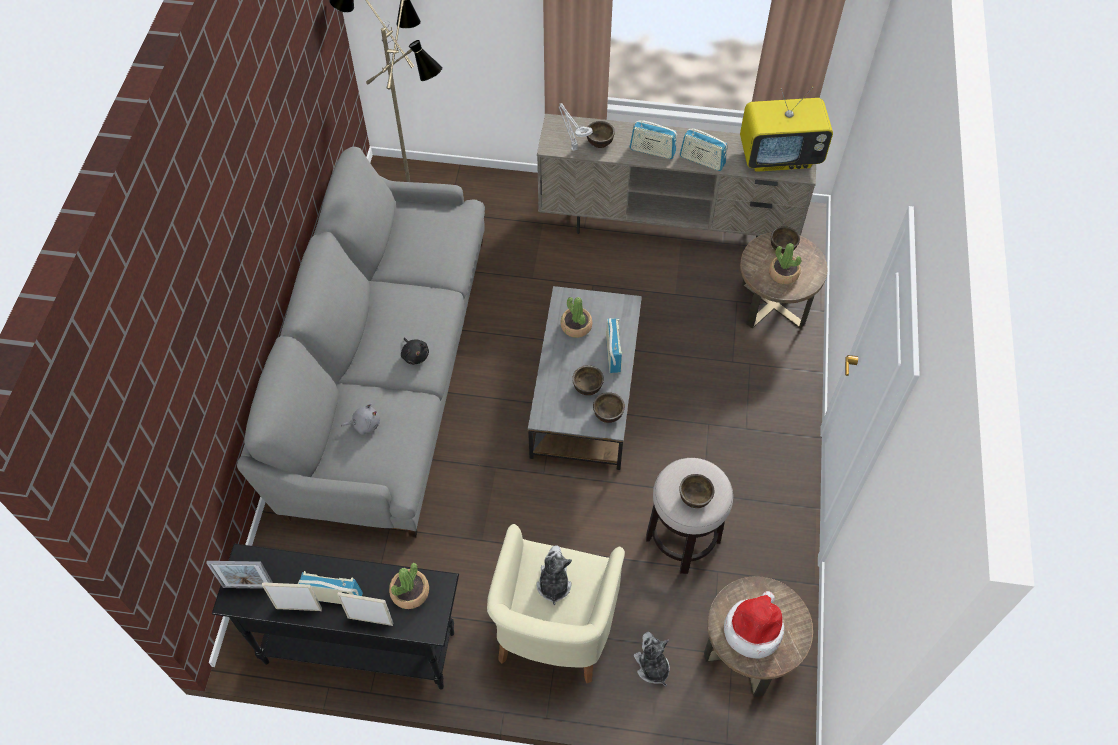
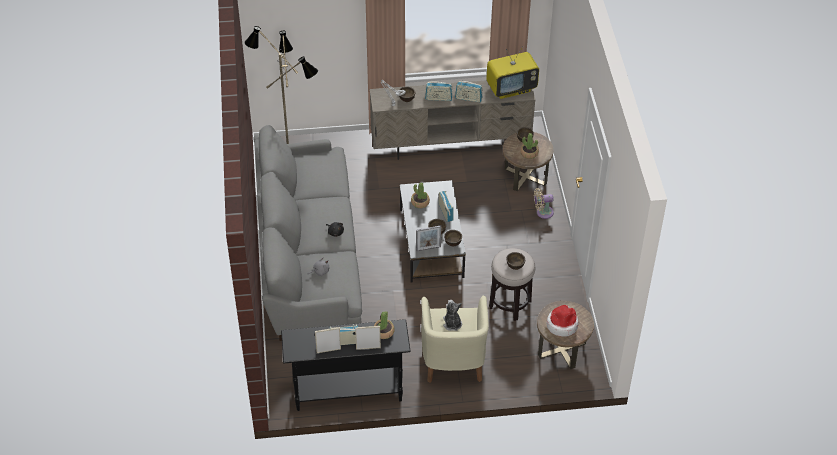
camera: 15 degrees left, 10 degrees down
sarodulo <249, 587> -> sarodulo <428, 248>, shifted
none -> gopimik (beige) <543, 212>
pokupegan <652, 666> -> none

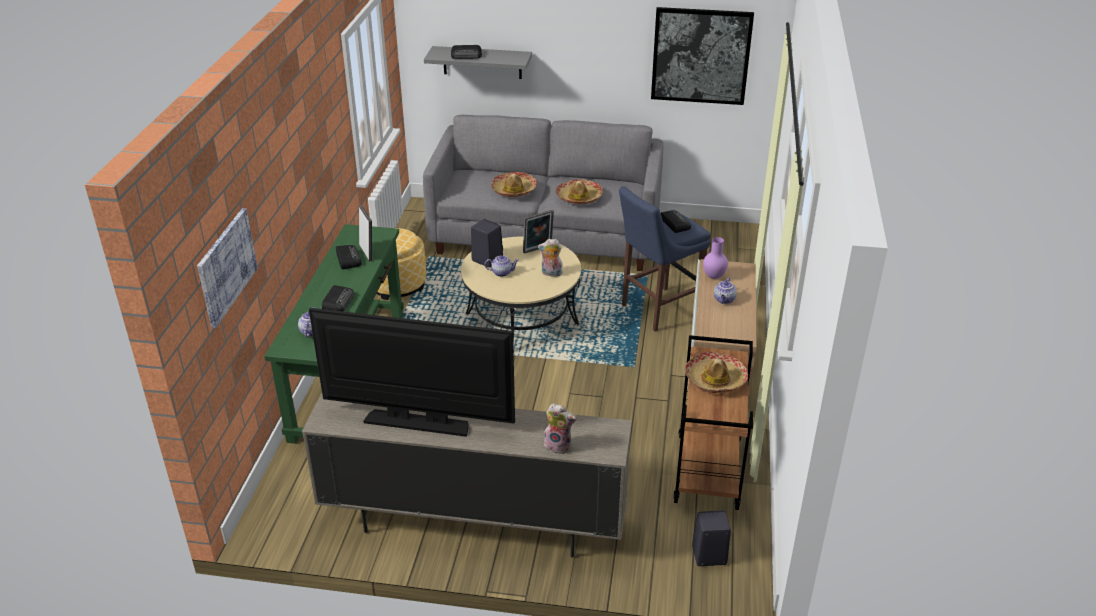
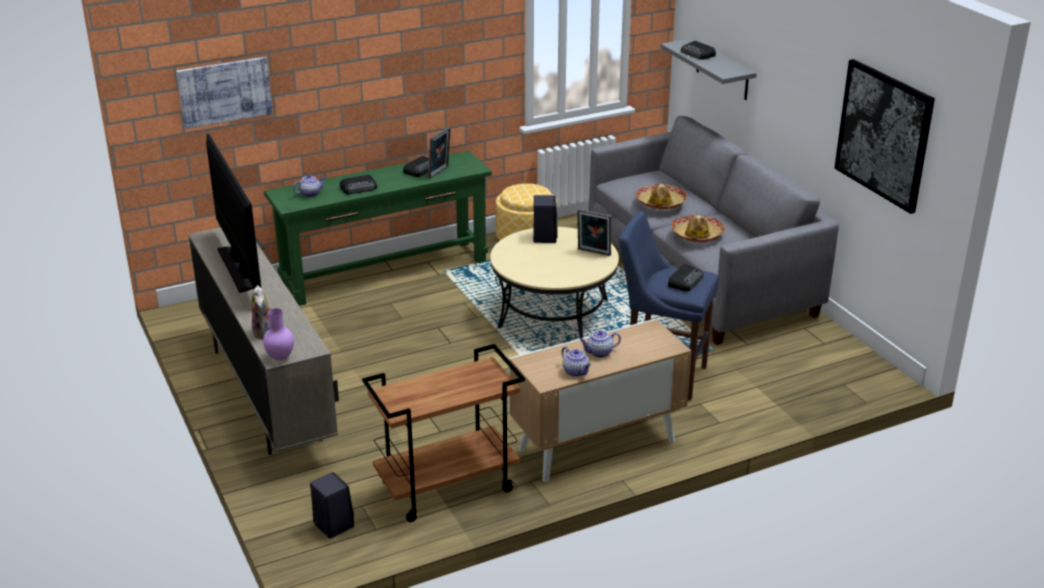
camera: 55 degrees right, 5 degrees down
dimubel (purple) <714, 276> -> dimubel (purple) <280, 358>, shifted
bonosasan <502, 272> -> bonosasan <576, 372>, shifted
pokupegan <551, 274> -> none
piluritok <715, 379> -> none

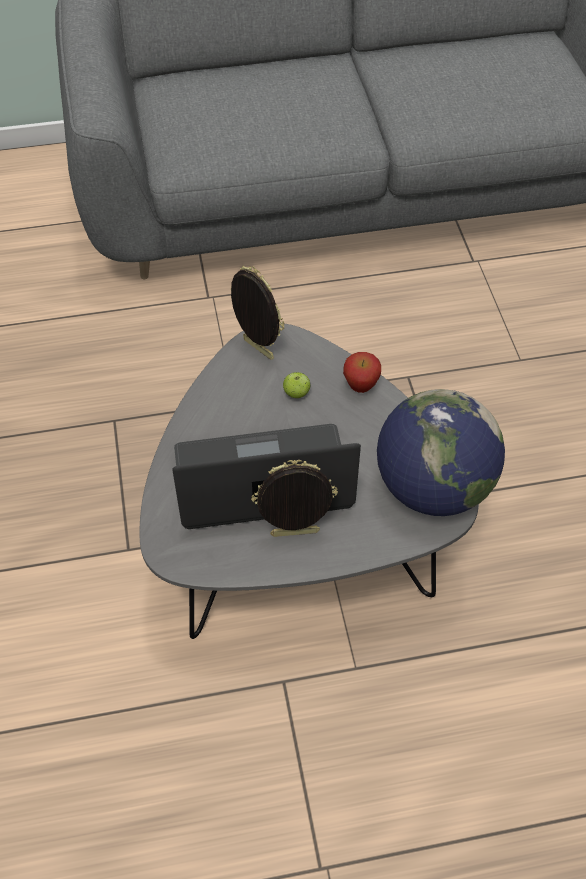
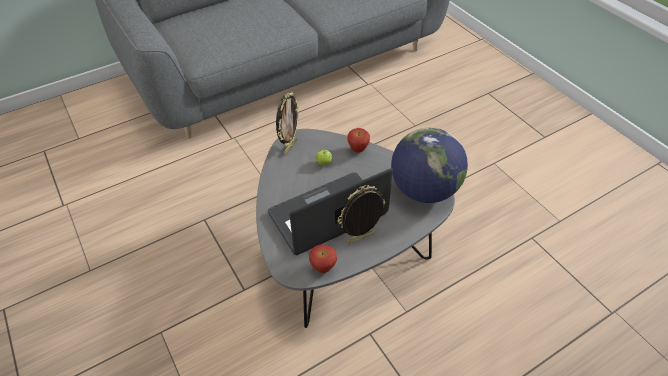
camera: 20 degrees left, 5 degrees down
sarodulo <256, 350> -> sarodulo <290, 146>, 90 degrees clockwise
none -> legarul <323, 268>

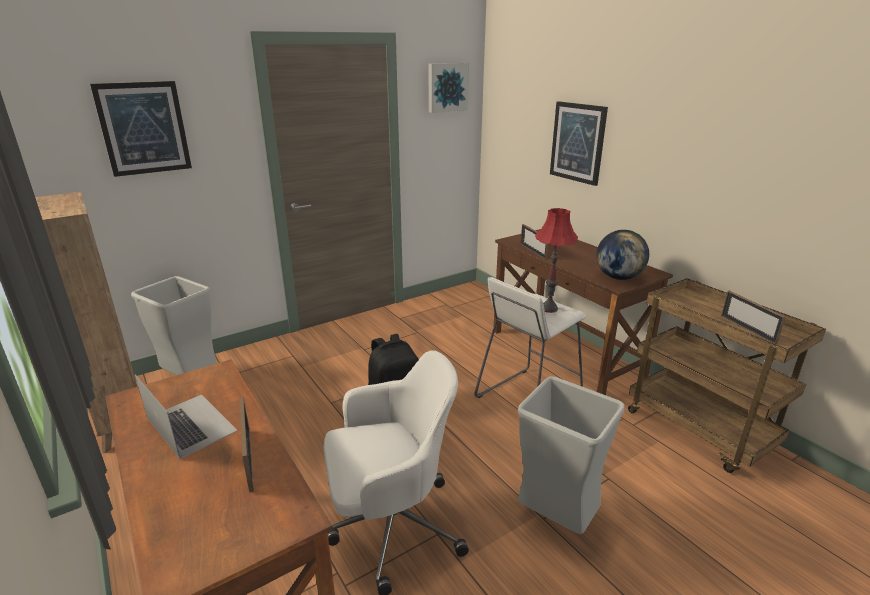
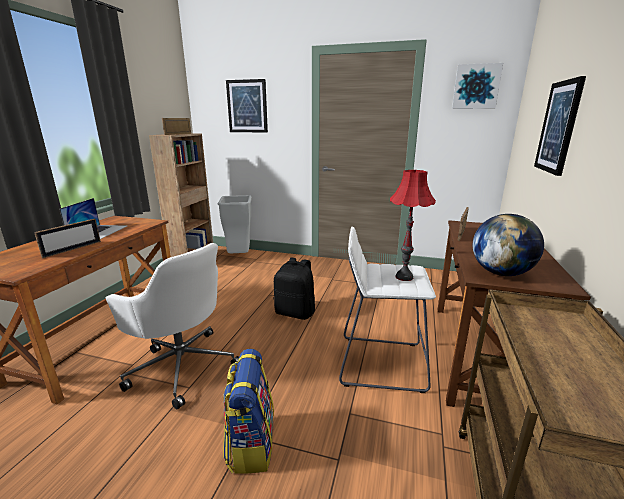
camera: 50 degrees right, 5 degrees down
sarodulo <747, 329> -> sarodulo <178, 134>, shifted
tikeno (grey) <555, 520> -> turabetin <250, 444>

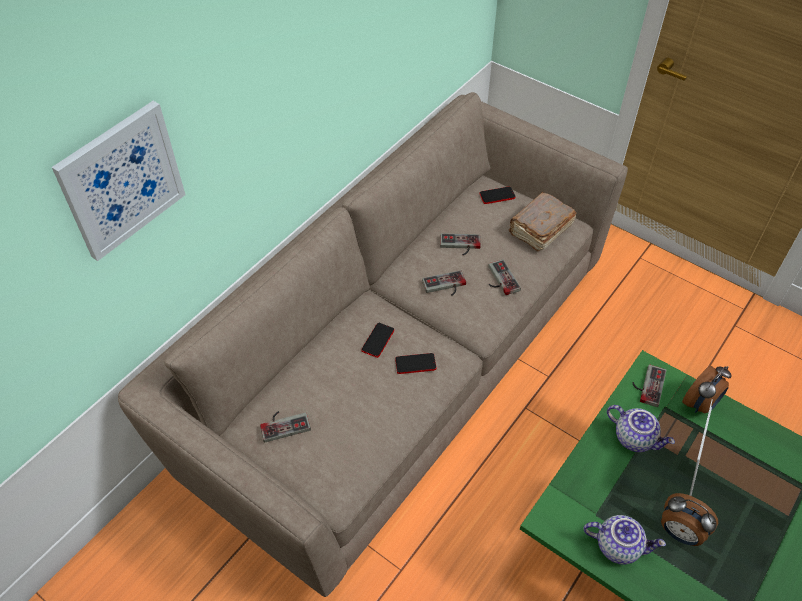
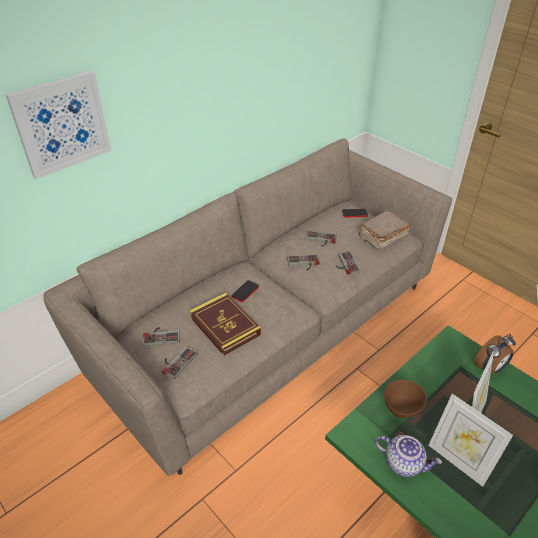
camera: 10 degrees right, 10 degrees down
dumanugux <647, 385> -> dumanugux <176, 361>, shifted
none -> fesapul <225, 326>
none -> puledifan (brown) <401, 409>
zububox <679, 532> -> sarodulo <458, 461>
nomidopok <415, 364> -> none
bonosasan <635, 437> -> none

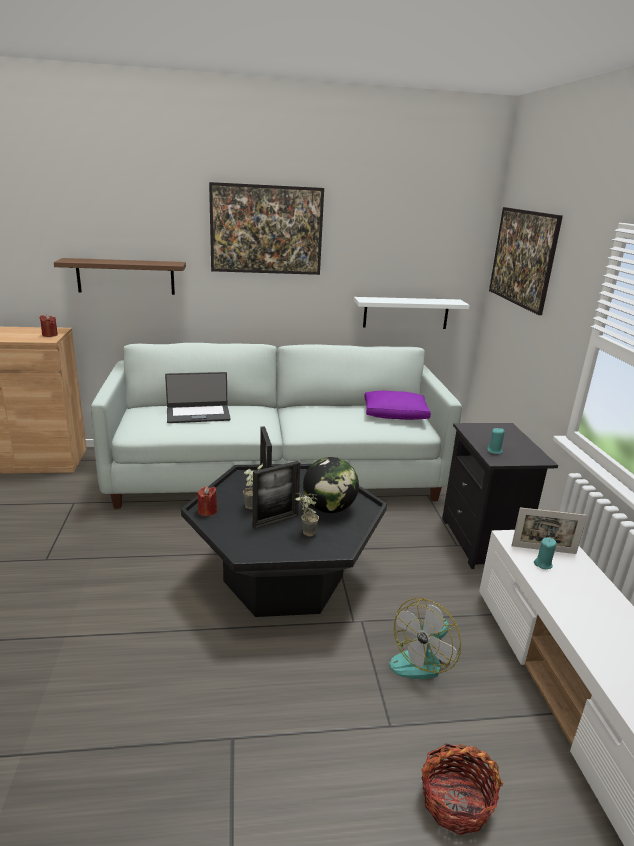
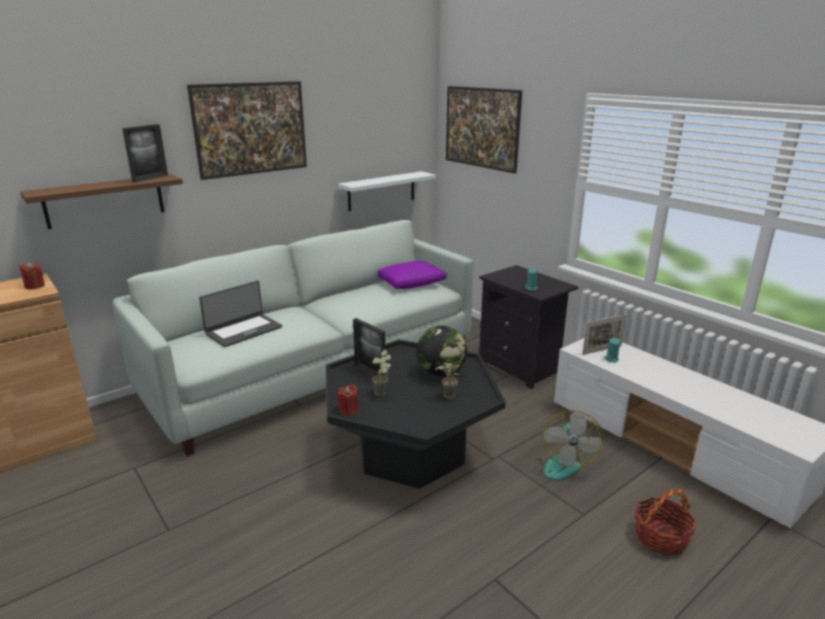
camera: 30 degrees left, 0 degrees up
sarodulo <275, 521> -> sarodulo <150, 178>, shifted

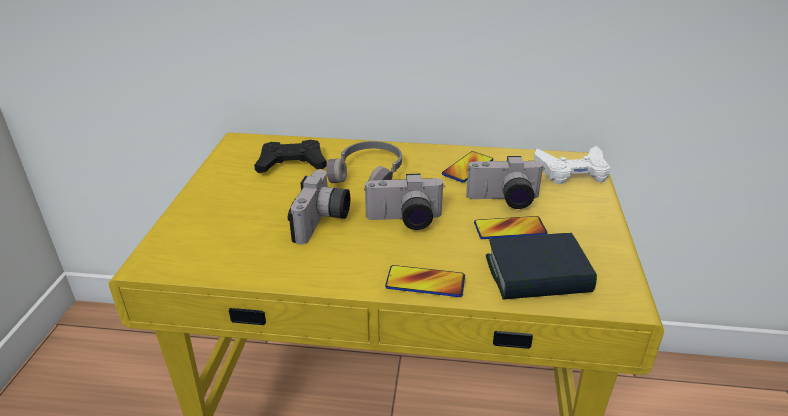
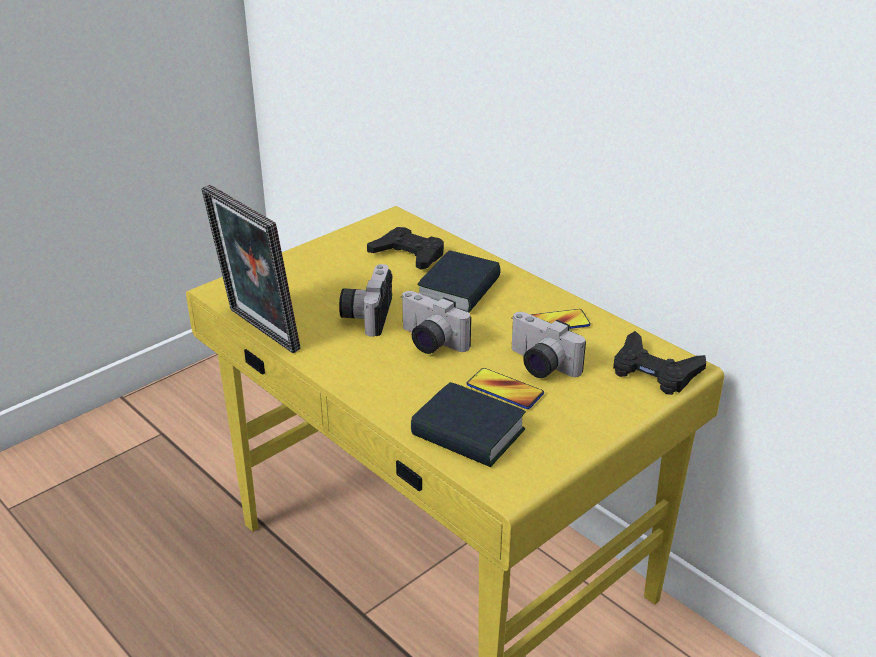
camera: 40 degrees right, 0 degrees up
none -> sarodulo <258, 332>
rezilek <323, 222> -> rezilek <366, 314>, 135 degrees clockwise
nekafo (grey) <369, 173> -> fesapul <459, 290>
dumanugux (white) <572, 171> -> dumanugux (black) <654, 371>
nomidopok <425, 282> -> none

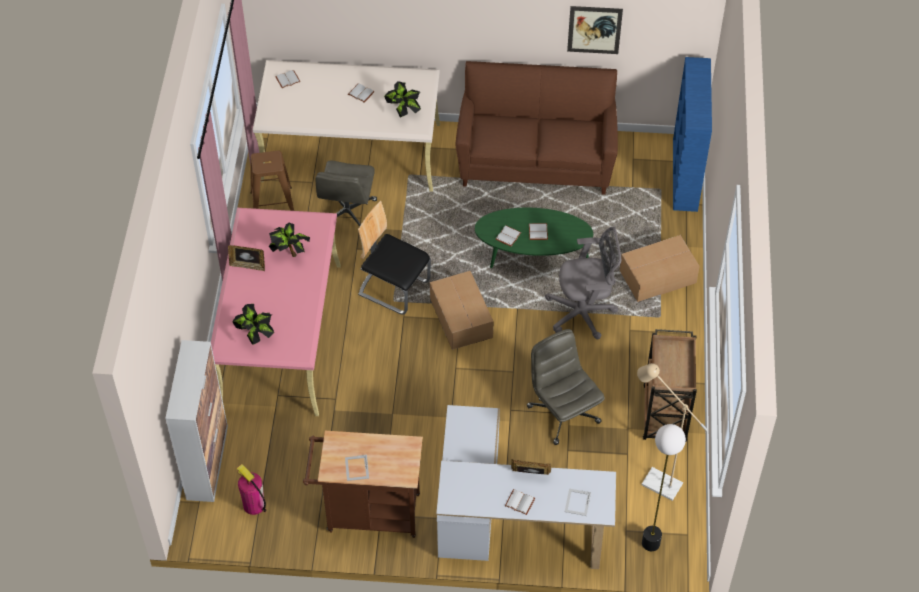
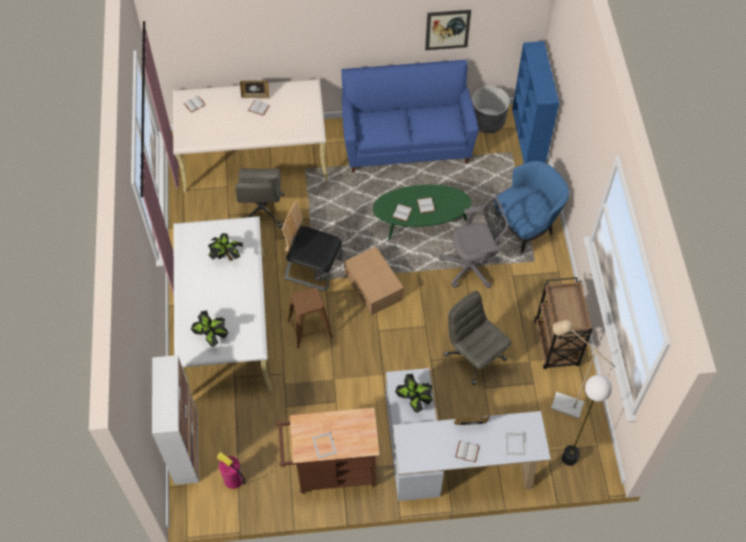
camera: 10 degrees left, 5 degrees up
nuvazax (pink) <281, 334> -> nuvazax (white) <227, 323>
sarodulo <248, 265> -> sarodulo <255, 96>, shifted
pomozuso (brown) <272, 203> -> pomozuso (brown) <310, 329>, shifted
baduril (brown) <536, 160> -> baduril (blue) <406, 142>
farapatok <403, 111> -> farapatok <414, 400>, shifted
none -> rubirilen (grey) <487, 122>
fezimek <659, 276> -> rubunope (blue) <526, 226>

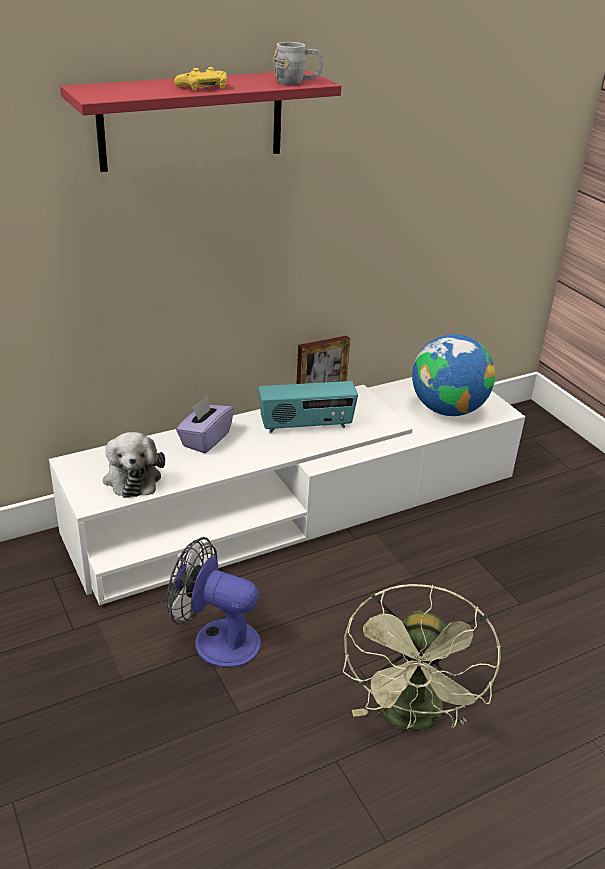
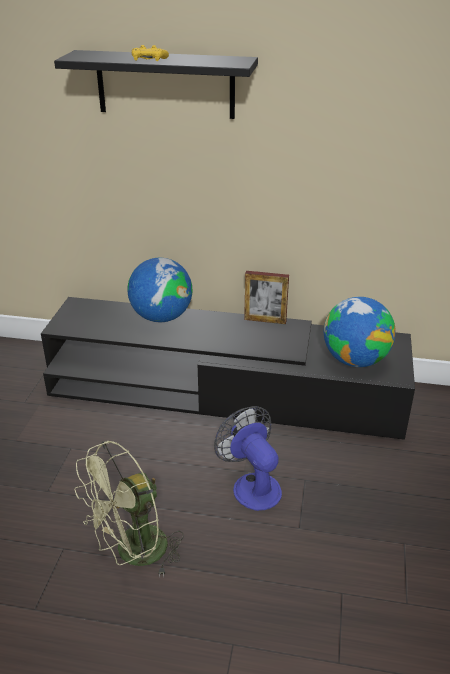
camera: 40 degrees right, 0 degrees up
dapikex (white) <298, 504> -> dapikex (black) <225, 391>
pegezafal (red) <192, 120> -> pegezafal (black) <165, 84>
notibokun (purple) <205, 439> -> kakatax <161, 317>
gopimik <215, 639> -> gopimik <252, 485>, shifted
pokupegan <132, 476> -> none
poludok <306, 426> -> none
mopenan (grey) <297, 82> -> none

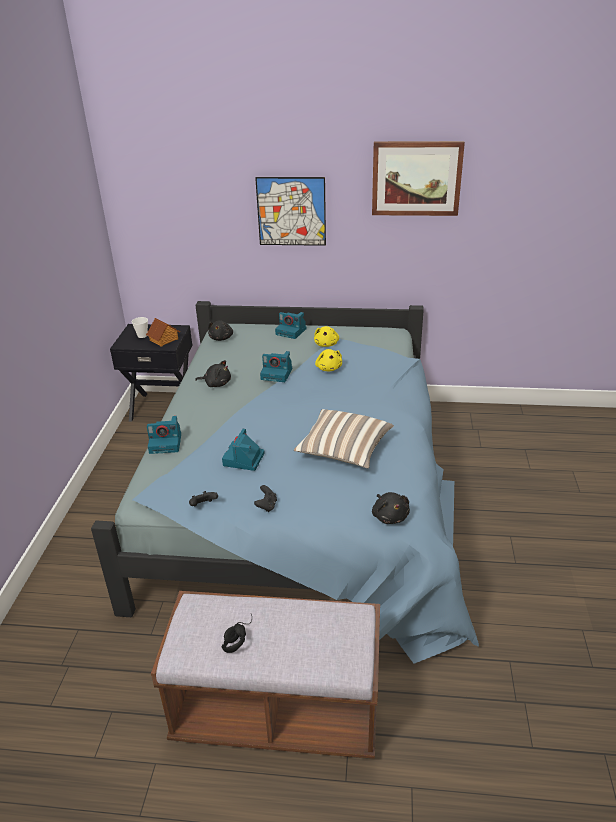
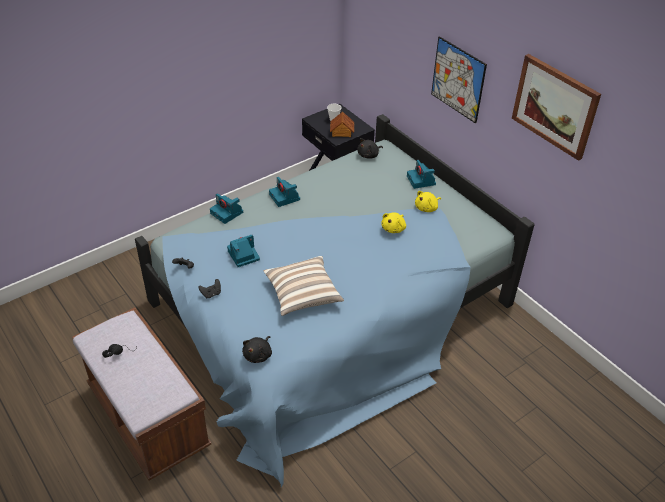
camera: 45 degrees right, 10 degrees up
rezilek <277, 374> -> rezilek <285, 197>, shifted
pokupegan (black) <216, 384> -> none

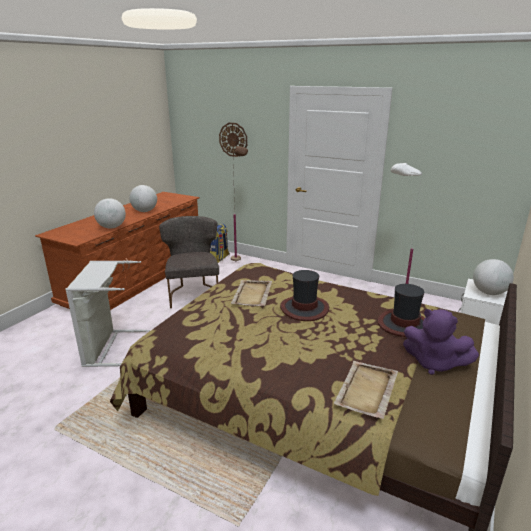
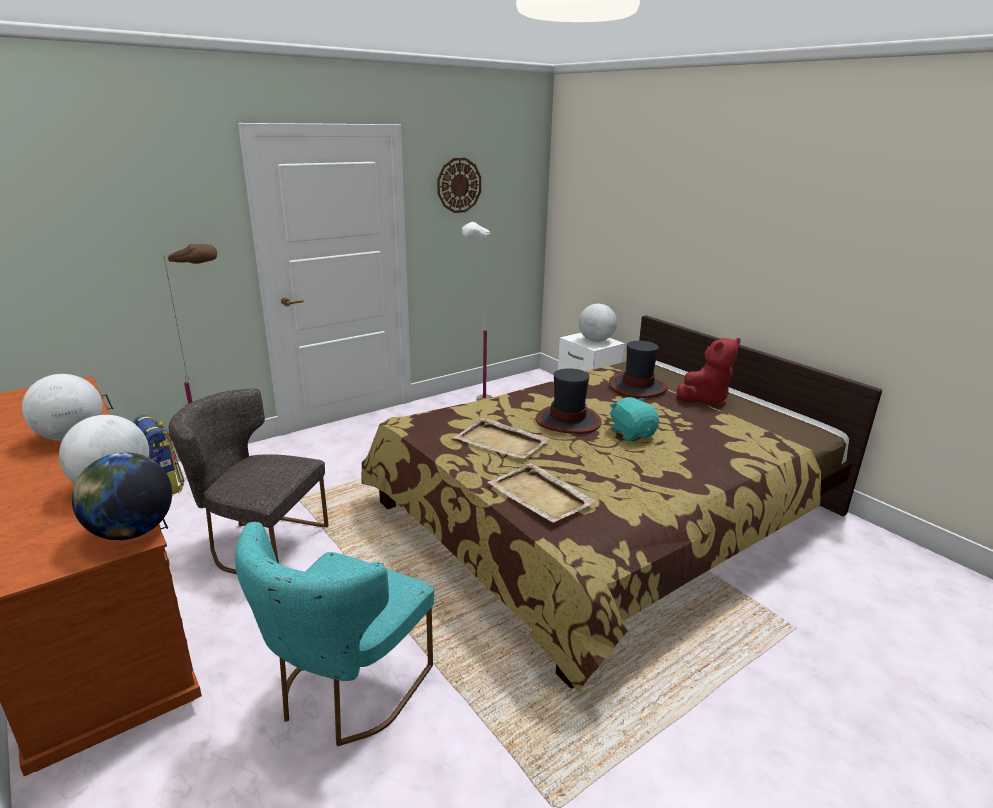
camera: 65 degrees left, 0 degrees up
none -> kakatax <132, 532>
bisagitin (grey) <109, 348> -> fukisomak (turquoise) <345, 692>
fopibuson <233, 139> -> fopibuson <459, 185>, shifted
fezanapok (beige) <366, 390> -> fezanapok (beige) <541, 496>, shifted
none -> pokupegan (turquoise) <632, 433>
pokupegan (purple) <434, 363> -> pokupegan (red) <705, 399>

